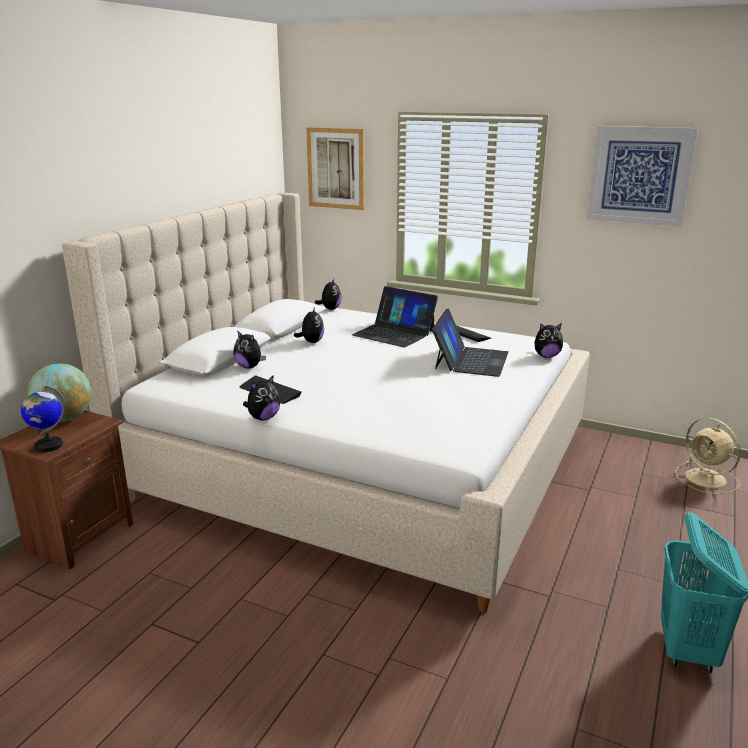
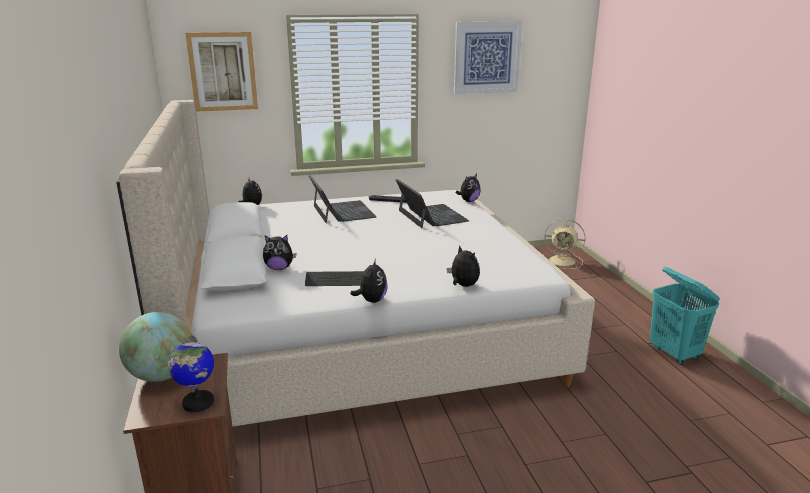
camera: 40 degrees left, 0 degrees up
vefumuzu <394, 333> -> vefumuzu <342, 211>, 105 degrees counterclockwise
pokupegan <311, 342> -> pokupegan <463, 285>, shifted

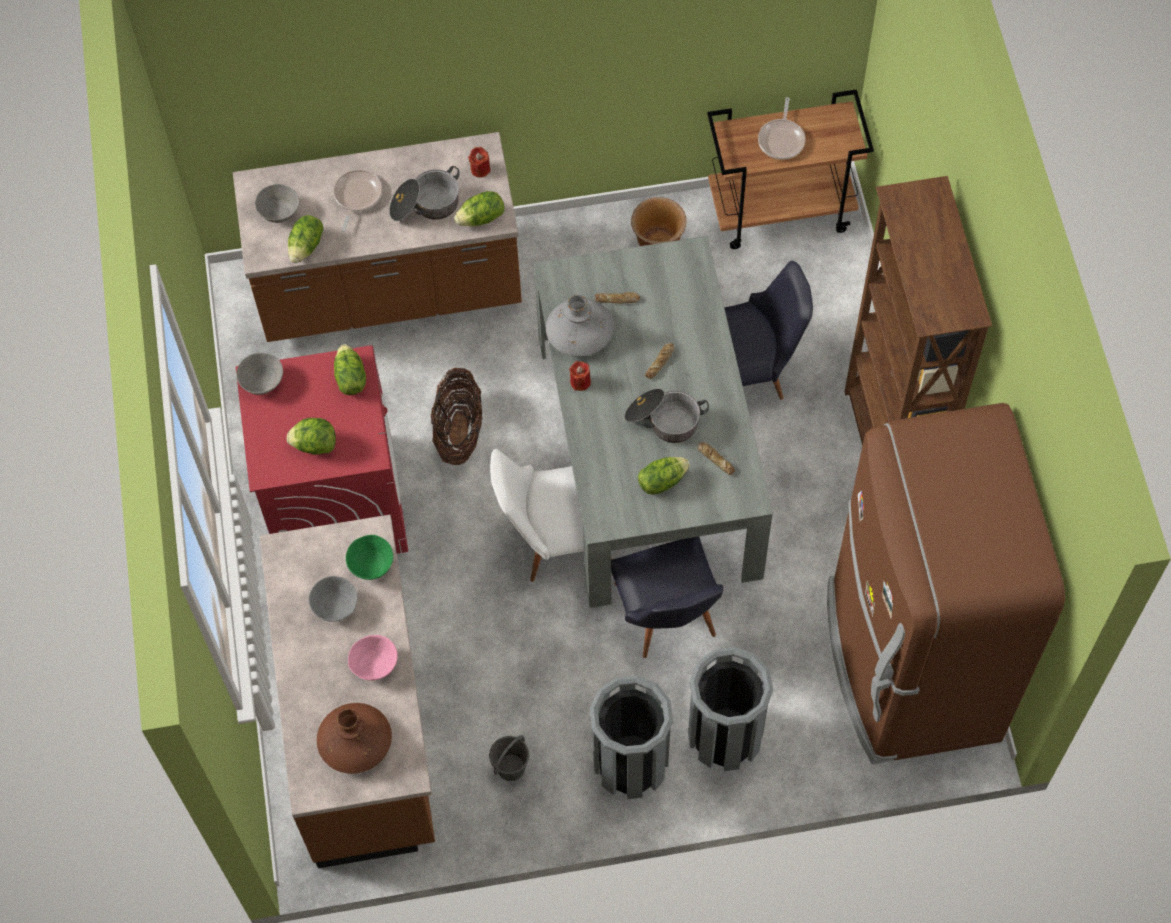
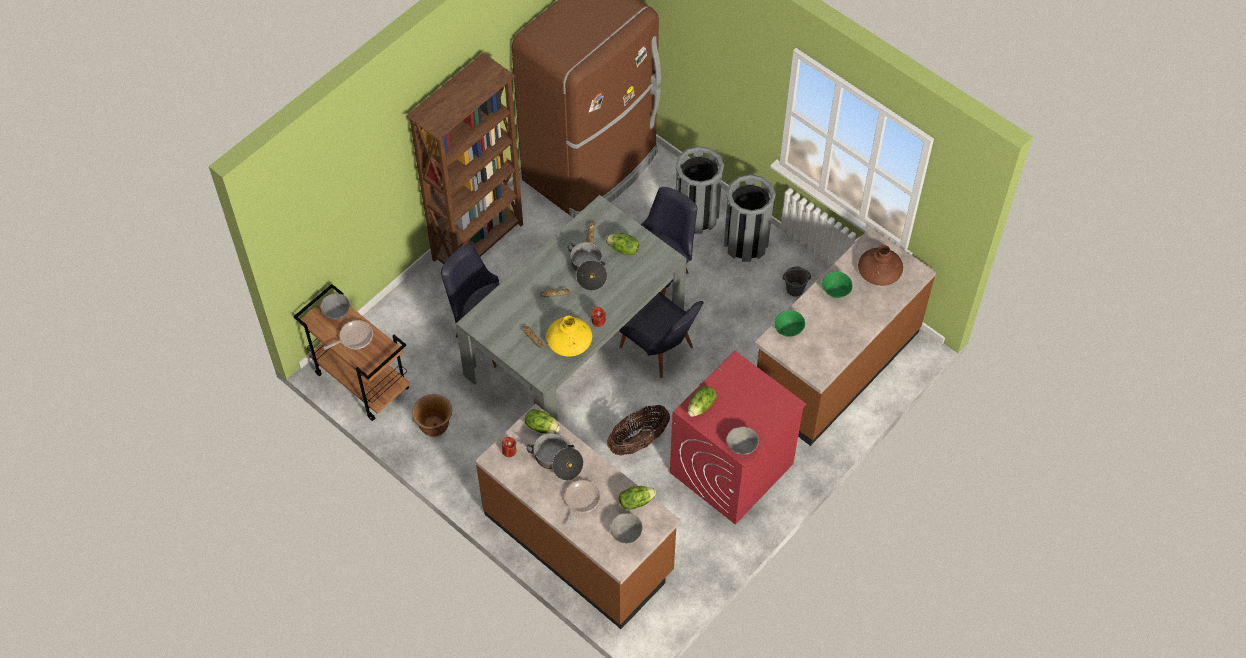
camera: 130 degrees left, 5 degrees down
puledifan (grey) <334, 606> -> puledifan (grey) <337, 312>, shifted
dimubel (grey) <580, 333> -> dimubel (yellow) <569, 341>
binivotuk <357, 196> -> binivotuk <581, 501>, 135 degrees clockwise
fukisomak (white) <554, 541> -> fukisomak (black) <661, 351>
puledifan (pink) <375, 664> -> puledifan (green) <835, 291>
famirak <314, 445> -> none

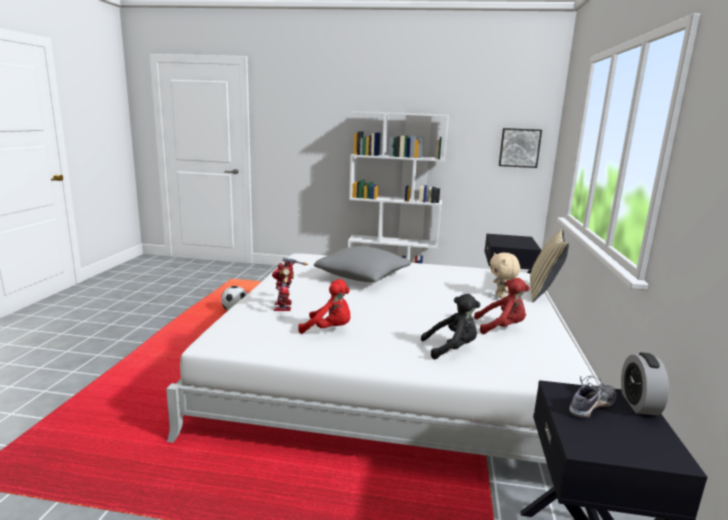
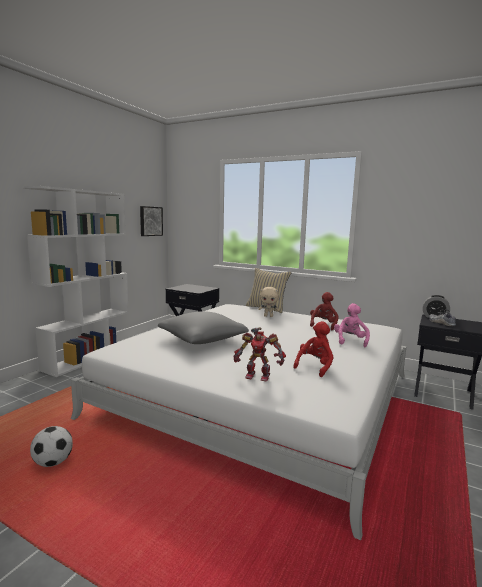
camera: 70 degrees left, 5 degrees down
pokupegan (black) <452, 349> -> pokupegan (pink) <350, 341>

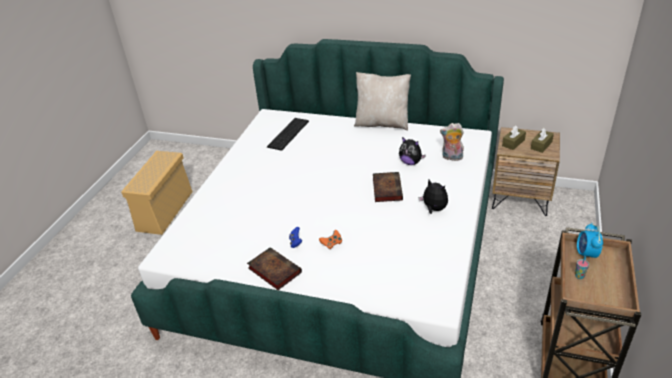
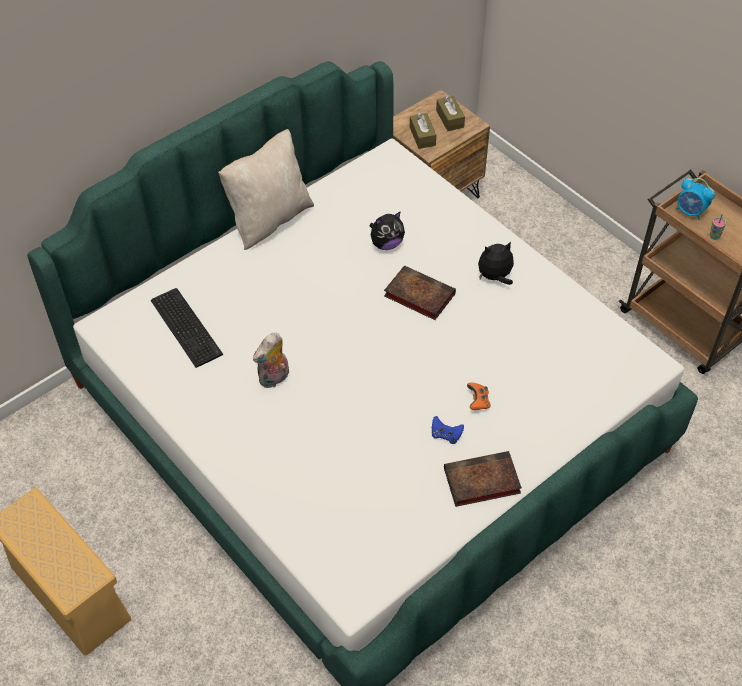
camera: 60 degrees left, 15 degrees up
pokupegan <451, 158> -> pokupegan <274, 379>, shifted

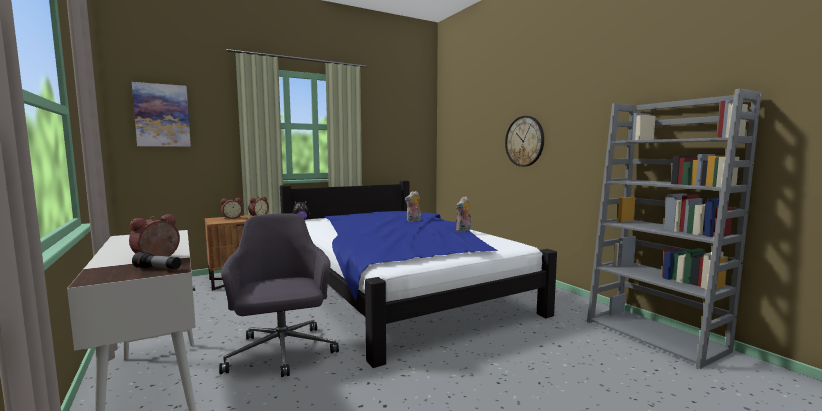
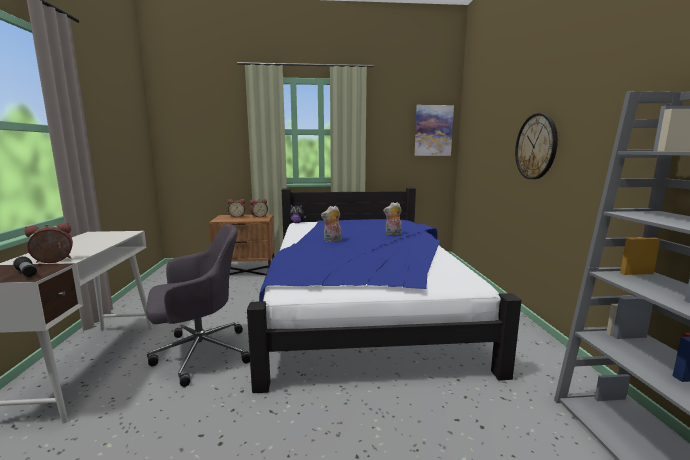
camera: 25 degrees right, 5 degrees up
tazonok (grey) <281, 353> -> tazonok (grey) <199, 353>, 60 degrees clockwise
pokupegan <463, 230> -> pokupegan <332, 240>, shifted
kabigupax <162, 115> -> kabigupax <433, 130>, shifted

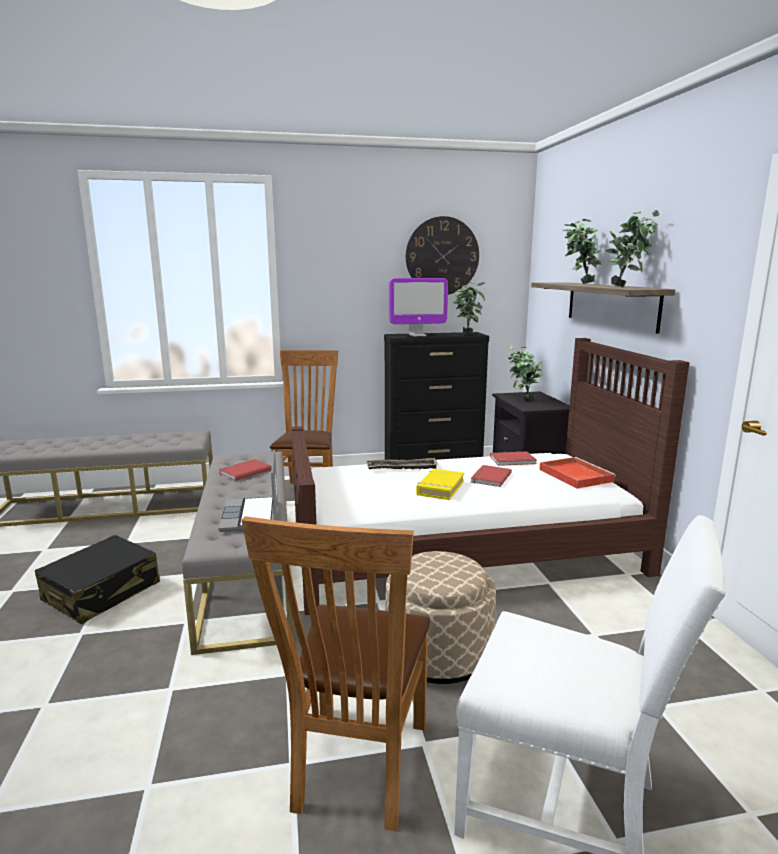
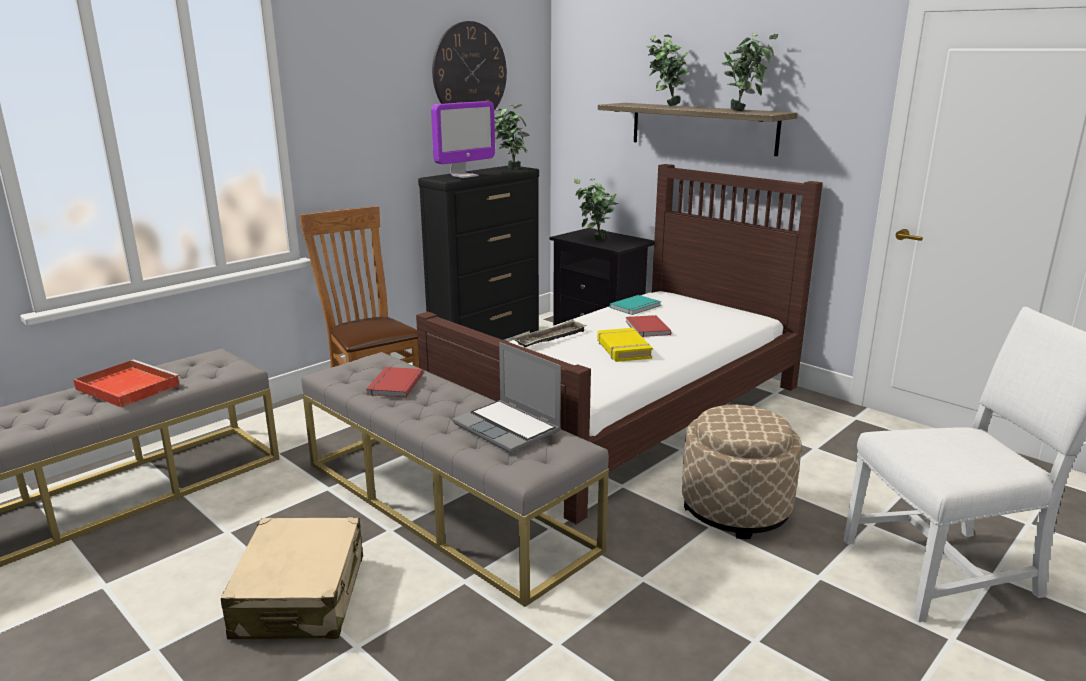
camera: 35 degrees left, 5 degrees up
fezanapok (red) <574, 475> -> fezanapok (red) <126, 387>, shifted
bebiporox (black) <102, 592> -> bebiporox (beige) <301, 596>
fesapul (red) <513, 460> -> fesapul (turquoise) <636, 307>
fukisomak (brown) <356, 770> -> none

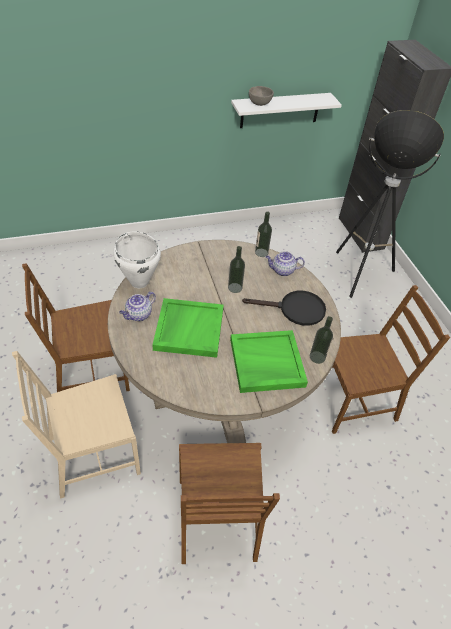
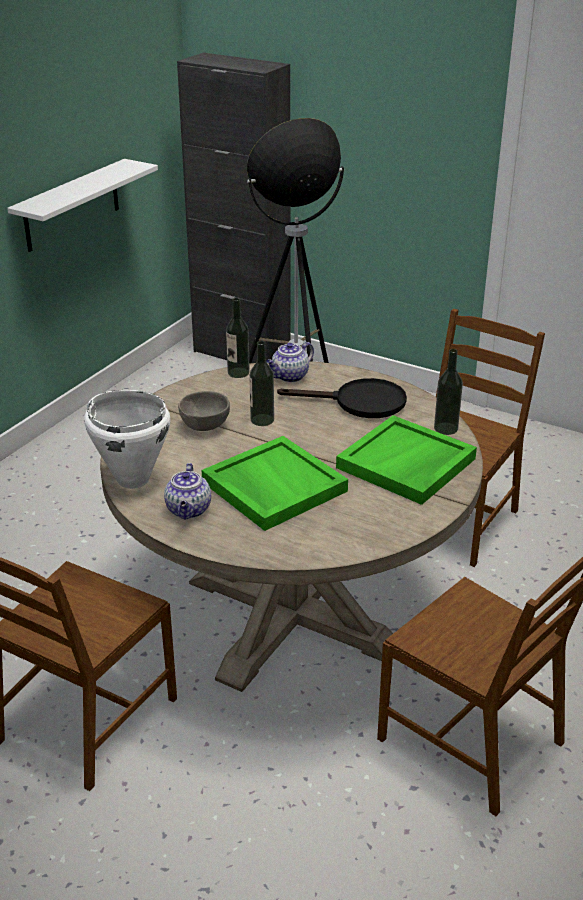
camera: 40 degrees left, 15 degrees down
puledifan (grey) <259, 103> -> puledifan (grey) <204, 426>, shifted
binivotuk (black) <295, 310> -> binivotuk (black) <359, 402>, 45 degrees clockwise
fukisomak (beige) <93, 455> -> none

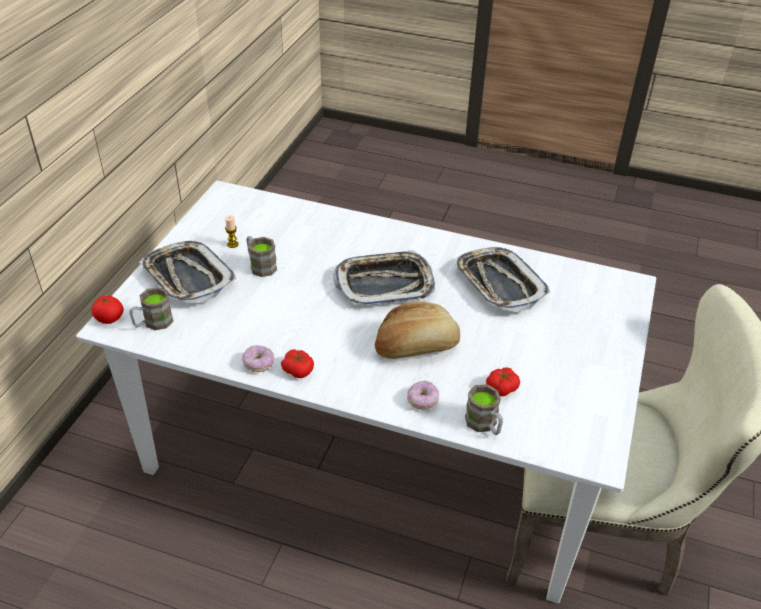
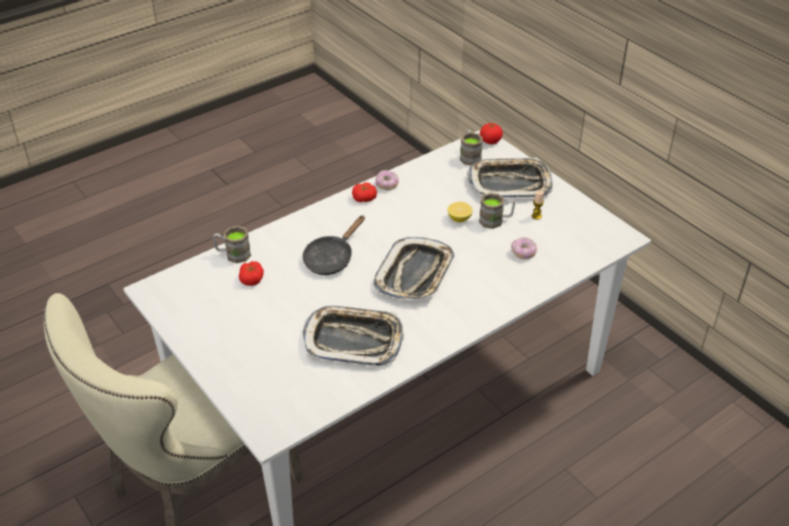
camera: 125 degrees right, 0 degrees up
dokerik <416, 347> -> binivotuk (black) <331, 258>
none -> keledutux <459, 218>
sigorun <422, 400> -> sigorun <523, 253>, shifted

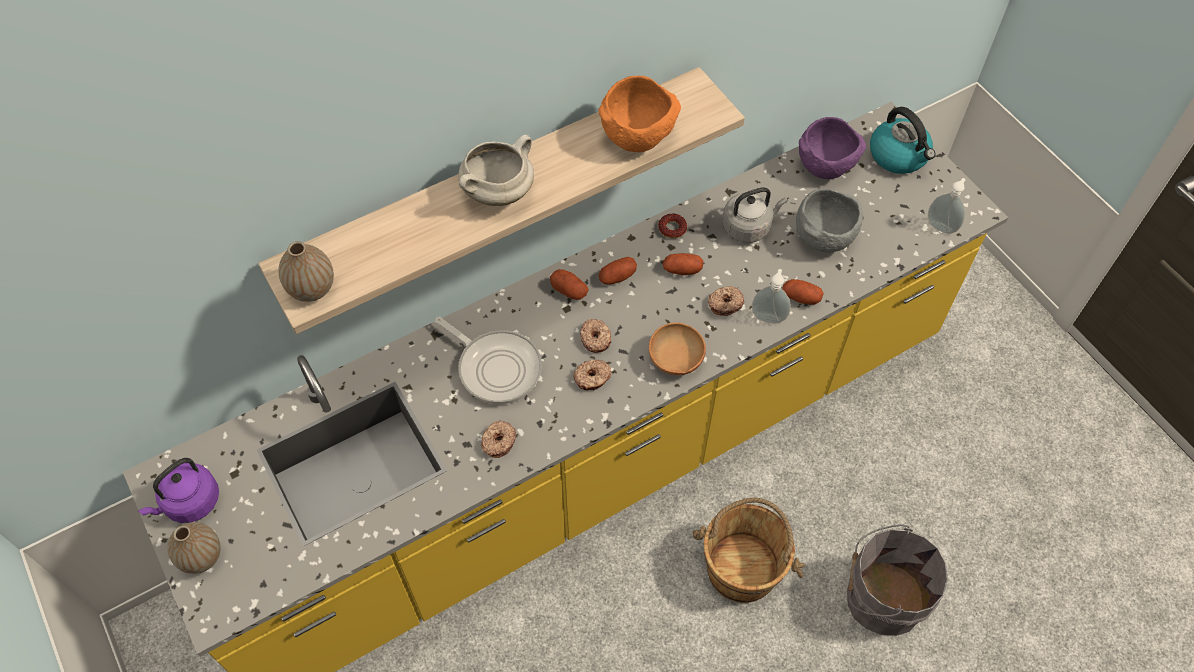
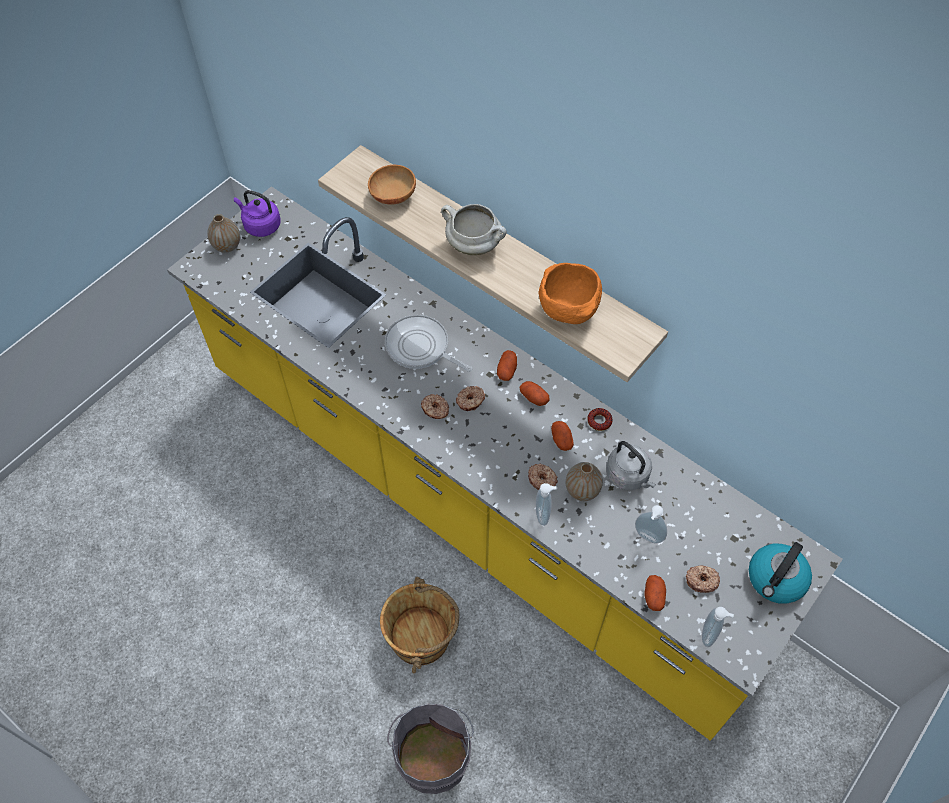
camera: 70 degrees right, 0 degrees up
puledifan (brown) <675, 360> -> puledifan (brown) <392, 196>, shifted
binivotuk <496, 367> -> binivotuk <420, 347>, 105 degrees clockwise
dimubel <312, 289> -> dimubel <582, 490>, shifted
puledifan (grey) <824, 237> -> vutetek <647, 537>
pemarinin <800, 297> -> pemarinin <653, 596>, shifted
sigorun <498, 442> -> sigorun <701, 580>, shifted
puledifan (purple) <826, 166> -> none

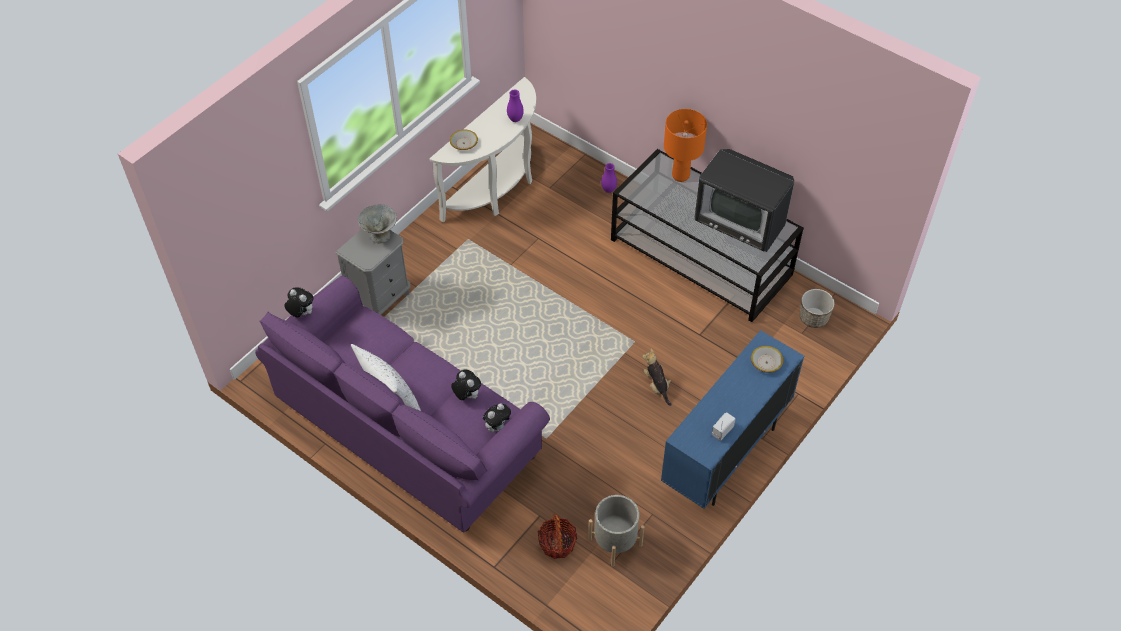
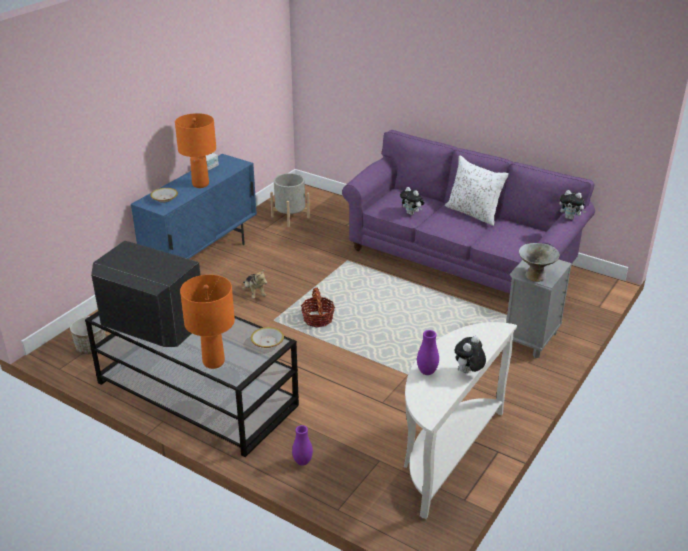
camera: 175 degrees right, 20 degrees down
none -> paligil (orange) <200, 184>
puledifan <463, 143> -> puledifan <268, 342>, shifted
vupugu <557, 543> -> vupugu <318, 319>, shifted
pokupegan <497, 426> -> pokupegan <468, 372>, shifted

